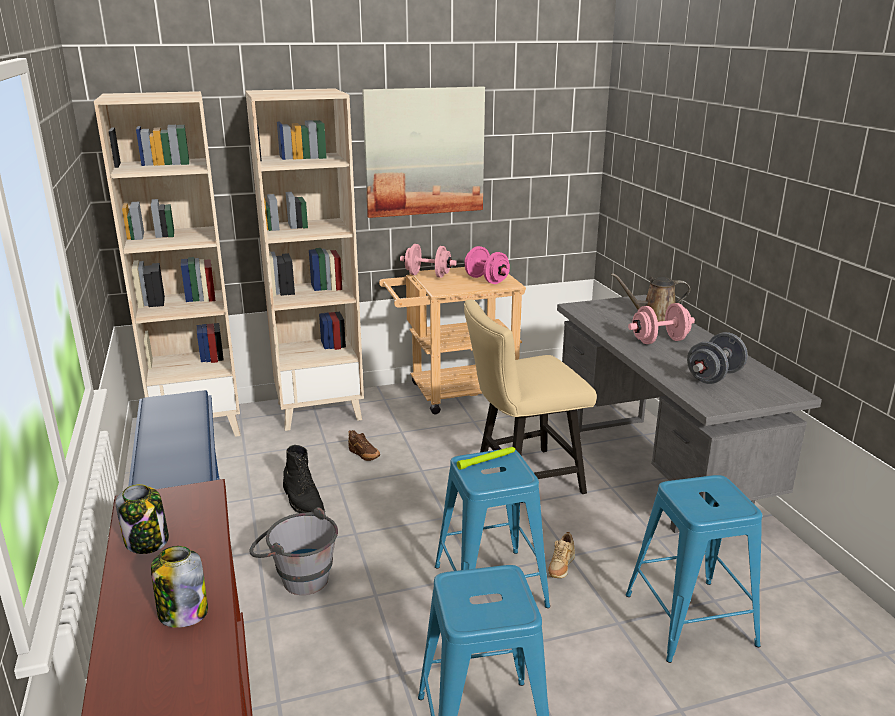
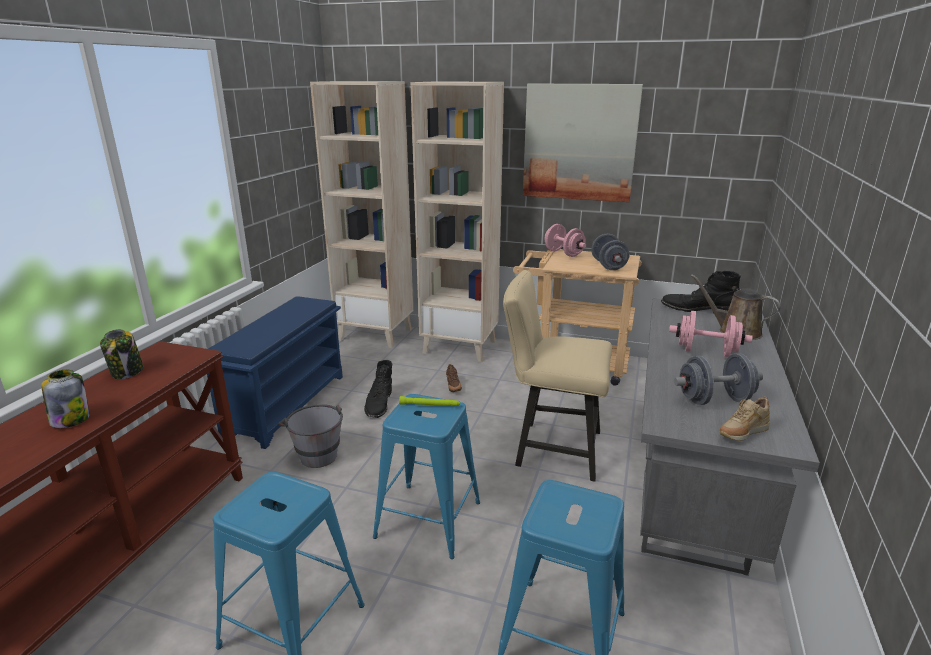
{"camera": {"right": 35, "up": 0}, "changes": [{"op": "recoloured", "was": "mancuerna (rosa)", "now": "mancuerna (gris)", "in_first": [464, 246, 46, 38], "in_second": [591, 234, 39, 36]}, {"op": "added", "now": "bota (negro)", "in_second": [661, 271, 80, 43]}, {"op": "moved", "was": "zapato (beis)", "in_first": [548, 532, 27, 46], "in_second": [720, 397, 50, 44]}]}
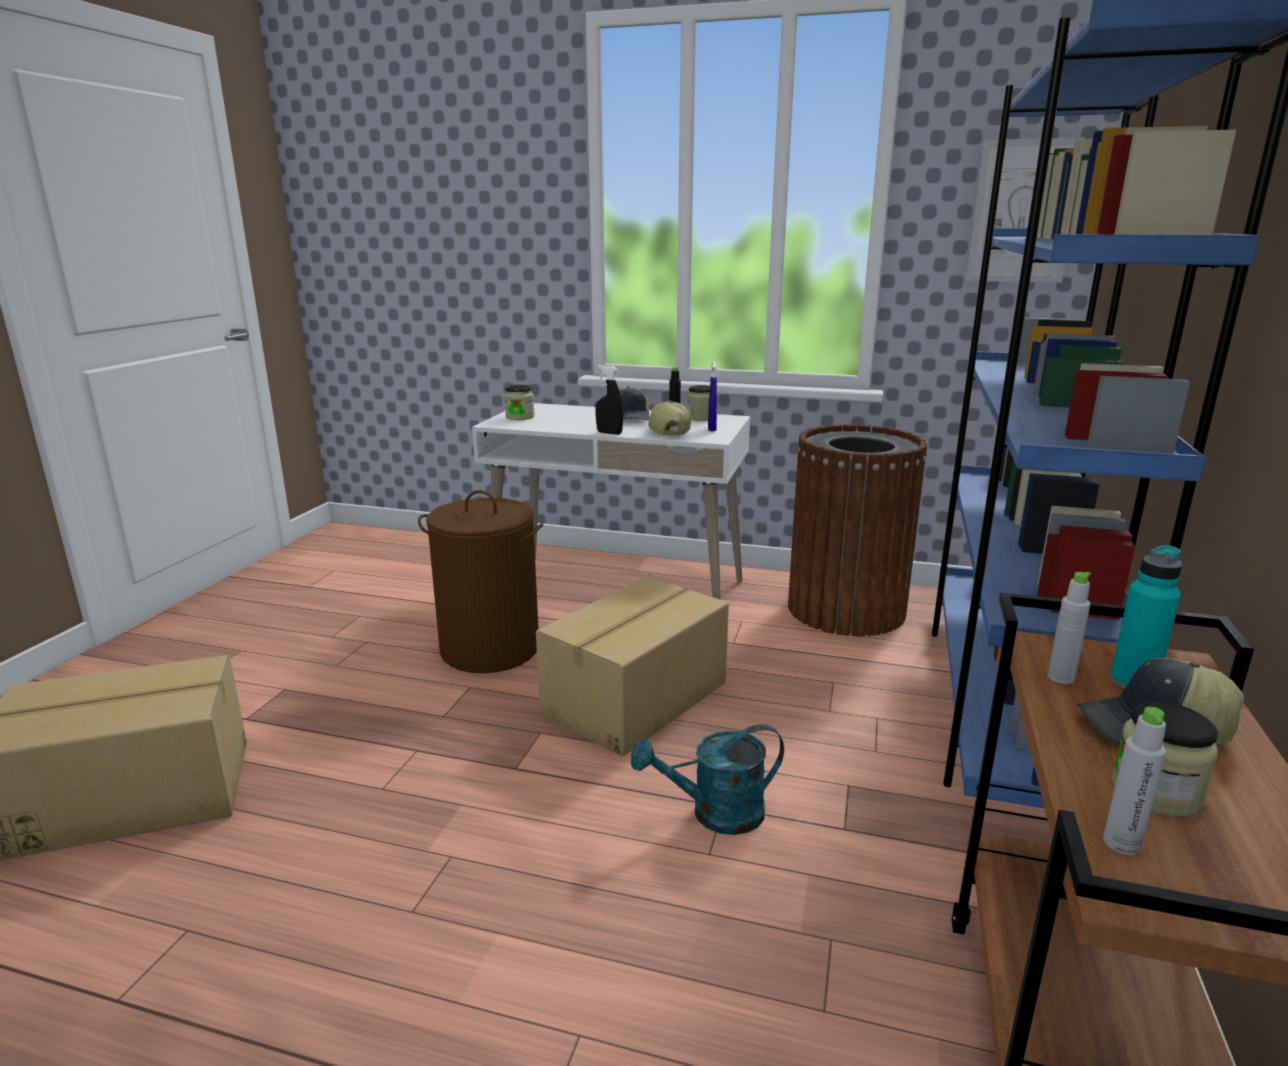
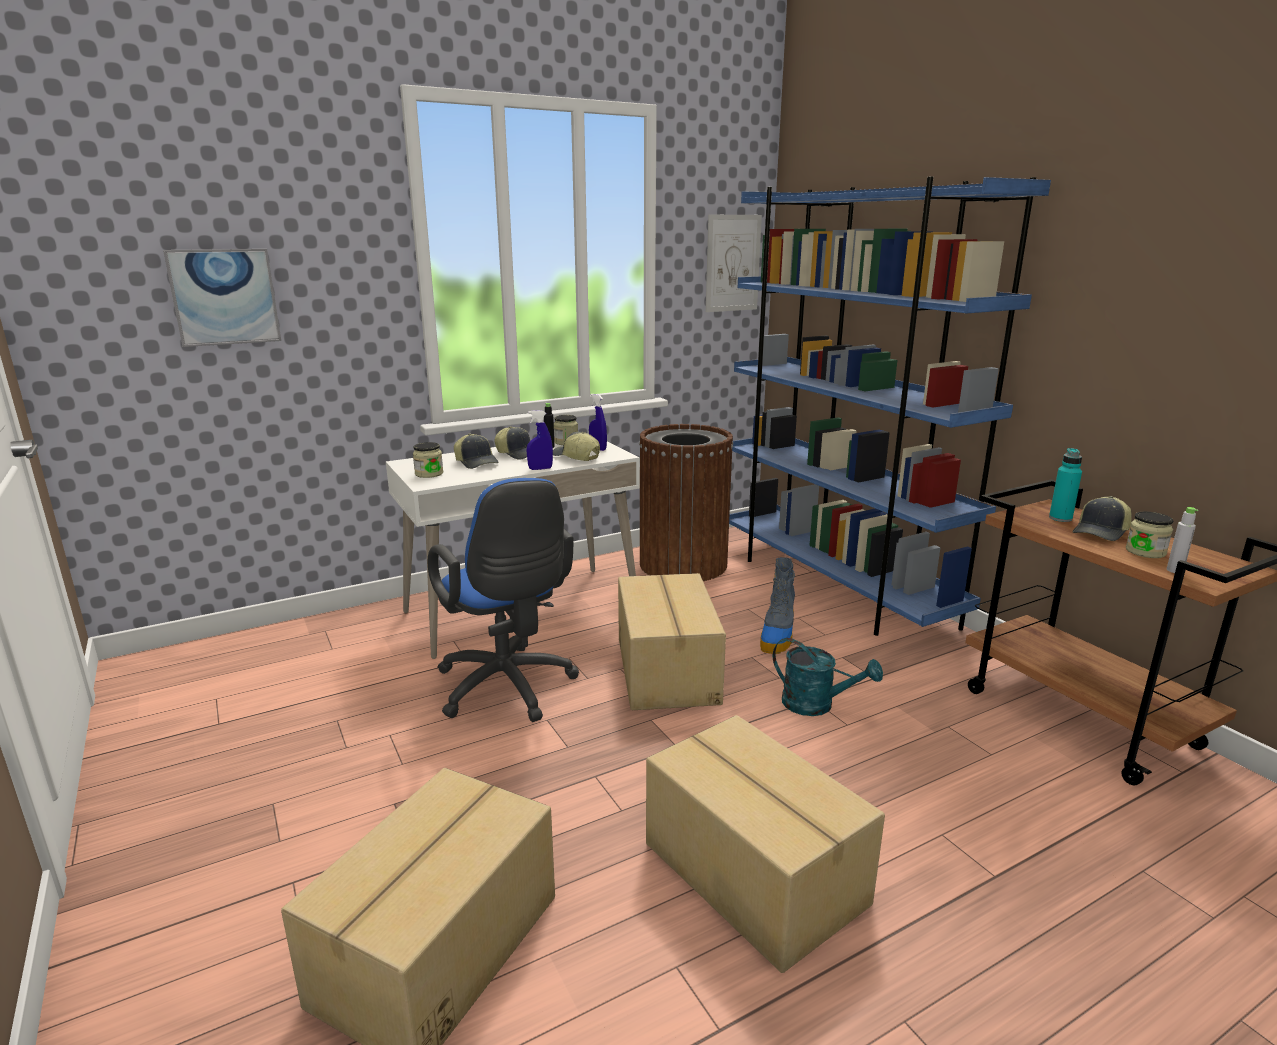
{"camera": {"right": -45, "up": 0}, "changes": [{"op": "added", "now": "cuadro", "in_second": [163, 249, 118, 98]}, {"op": "replaced", "was": "cesto de la ropa (marrón)", "now": "silla de oficina (azul)", "in_first": [418, 490, 125, 183], "in_second": [428, 478, 151, 244]}, {"op": "added", "now": "gorra", "in_second": [454, 433, 45, 36]}, {"op": "recoloured", "was": "pulverizador (negro)", "now": "pulverizador (azul)", "in_first": [595, 365, 28, 70], "in_second": [527, 410, 26, 60]}, {"op": "added", "now": "caja de cartón", "in_second": [646, 715, 239, 258]}, {"op": "added", "now": "bota", "in_second": [760, 557, 35, 97]}, {"op": "turned", "was": "regadera (turquesa)", "in_first": [631, 724, 153, 111], "in_second": [773, 638, 110, 78], "clockwise": -90}, {"op": "removed", "was": "botella (gris)", "in_first": [1048, 572, 43, 112]}]}
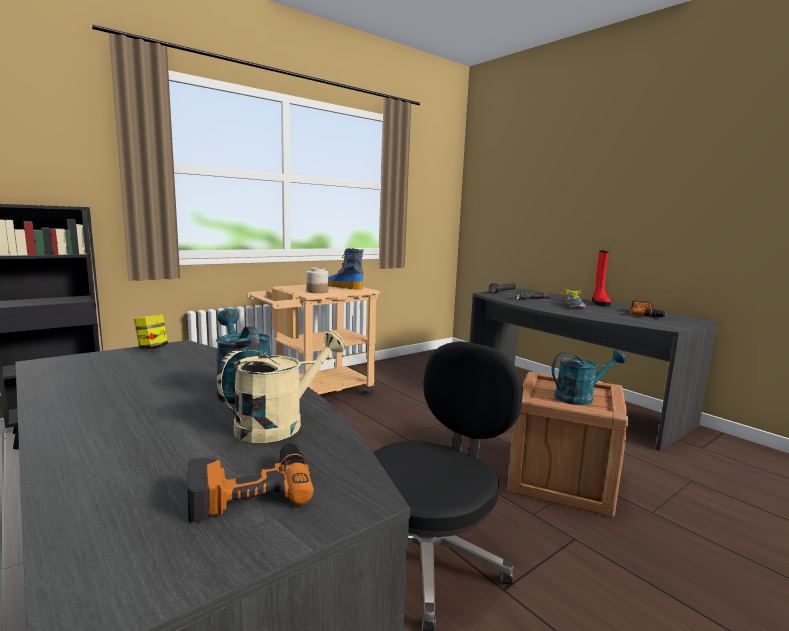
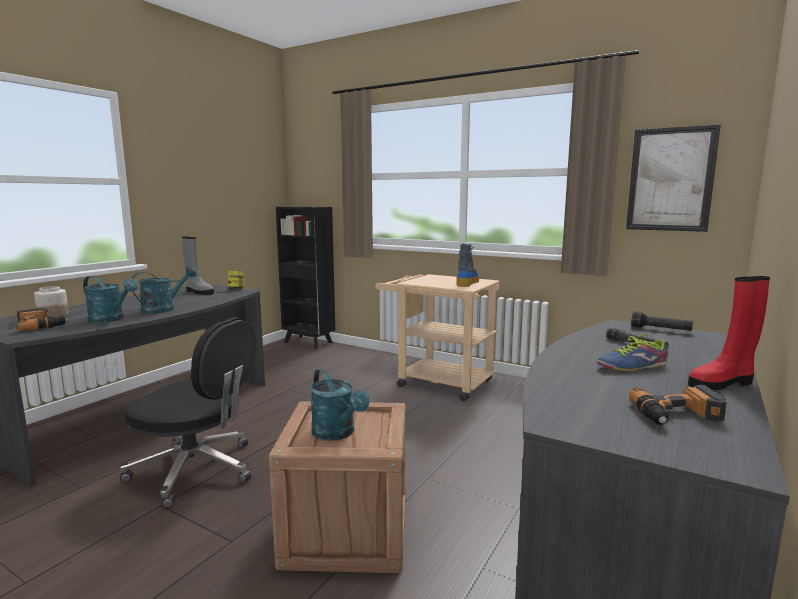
{"camera": {"right": 70, "up": 0}, "changes": [{"op": "moved", "was": "tarro", "in_first": [306, 267, 22, 26], "in_second": [34, 286, 35, 31]}, {"op": "recoloured", "was": "regadera (beis)", "now": "regadera (turquesa)", "in_first": [217, 331, 129, 112], "in_second": [83, 276, 55, 47]}, {"op": "added", "now": "bota (gris)", "in_second": [182, 236, 32, 59]}, {"op": "added", "now": "cuadro", "in_second": [626, 124, 95, 108]}]}
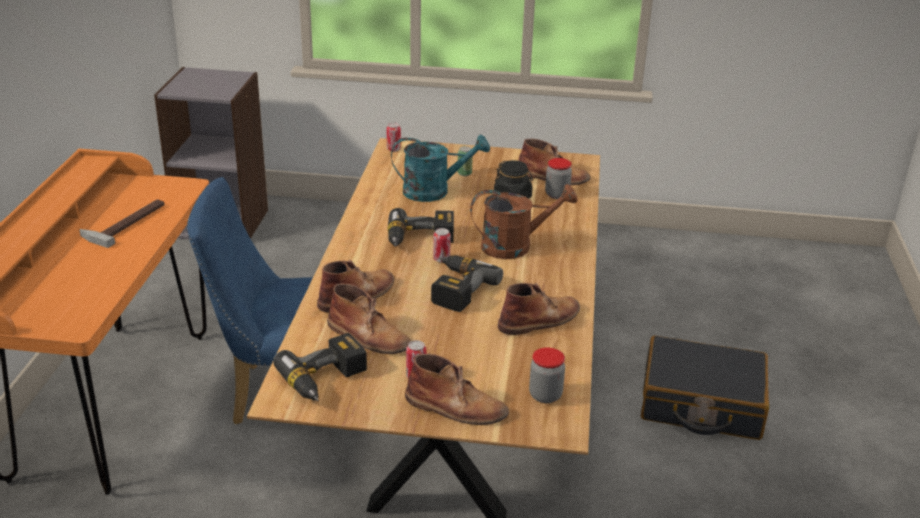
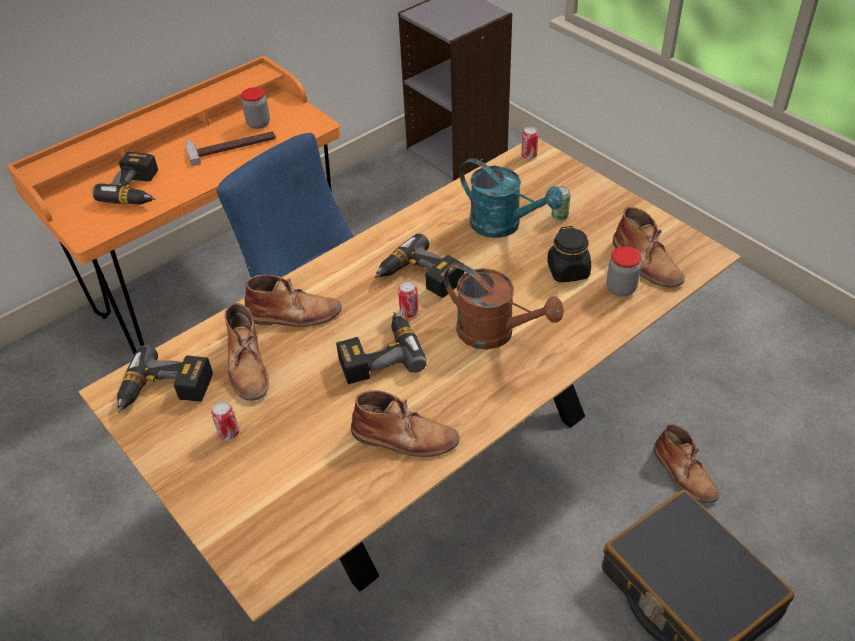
{"camera": {"right": 45, "up": 15}, "changes": [{"op": "added", "now": "taladro", "in_second": [92, 152, 66, 53]}, {"op": "moved", "was": "tarro", "in_first": [529, 347, 36, 56], "in_second": [241, 87, 29, 42]}, {"op": "moved", "was": "bota (marrón)", "in_first": [405, 353, 104, 72], "in_second": [654, 424, 65, 79]}]}
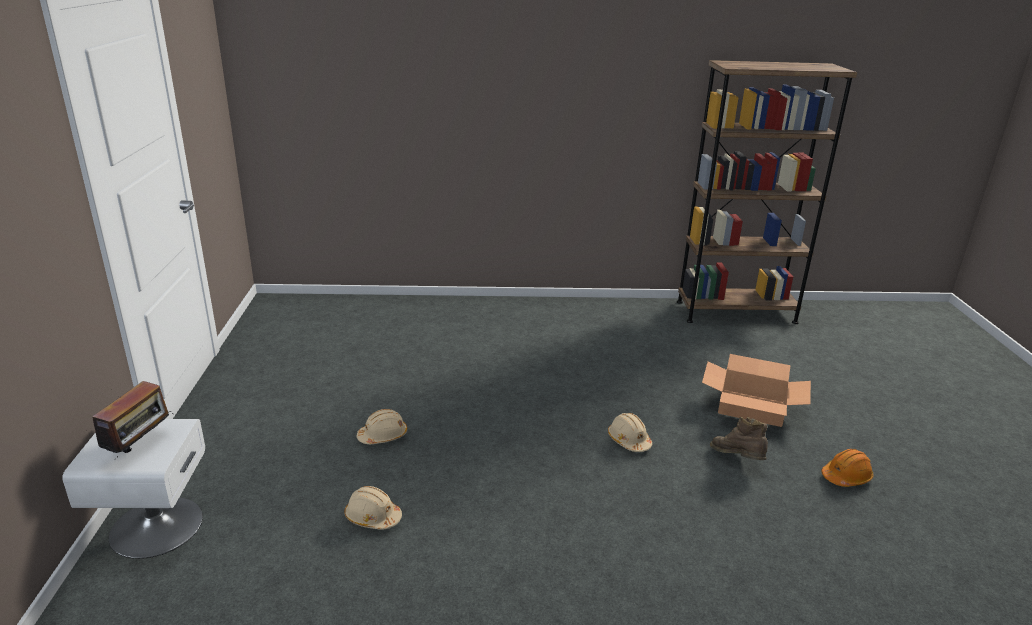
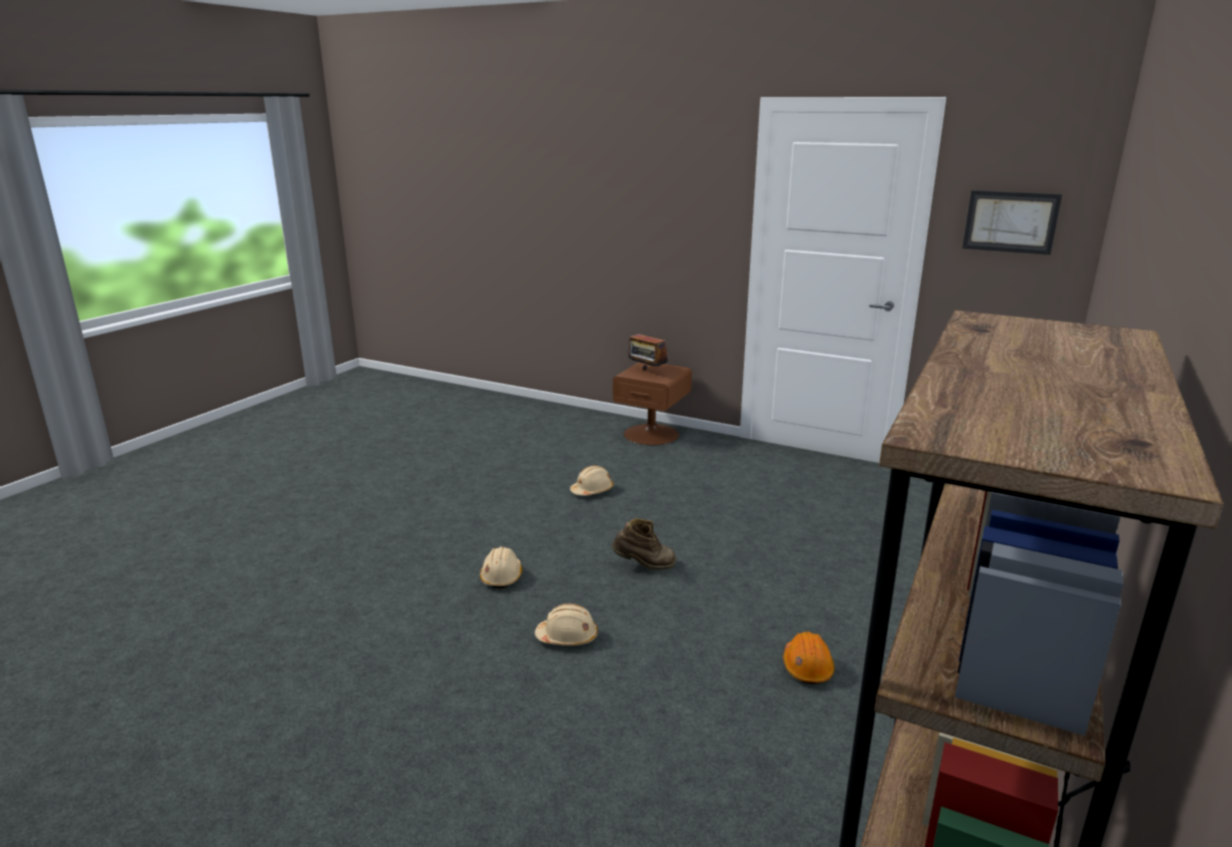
{"camera": {"right": 120, "up": -5}, "changes": [{"op": "moved", "was": "casco (beis)", "in_first": [357, 409, 50, 35], "in_second": [480, 547, 42, 41]}, {"op": "moved", "was": "bota (marrón)", "in_first": [710, 416, 58, 44], "in_second": [612, 518, 64, 52]}, {"op": "recoloured", "was": "mesita de noche (blanco)", "now": "mesita de noche (marrón)", "in_first": [62, 419, 143, 140], "in_second": [613, 362, 79, 83]}, {"op": "moved", "was": "casco (naranja)", "in_first": [822, 449, 52, 38], "in_second": [783, 632, 52, 52]}, {"op": "added", "now": "cuadro", "in_second": [962, 190, 100, 65]}, {"op": "removed", "was": "caja de cartón", "in_first": [702, 354, 109, 73]}]}
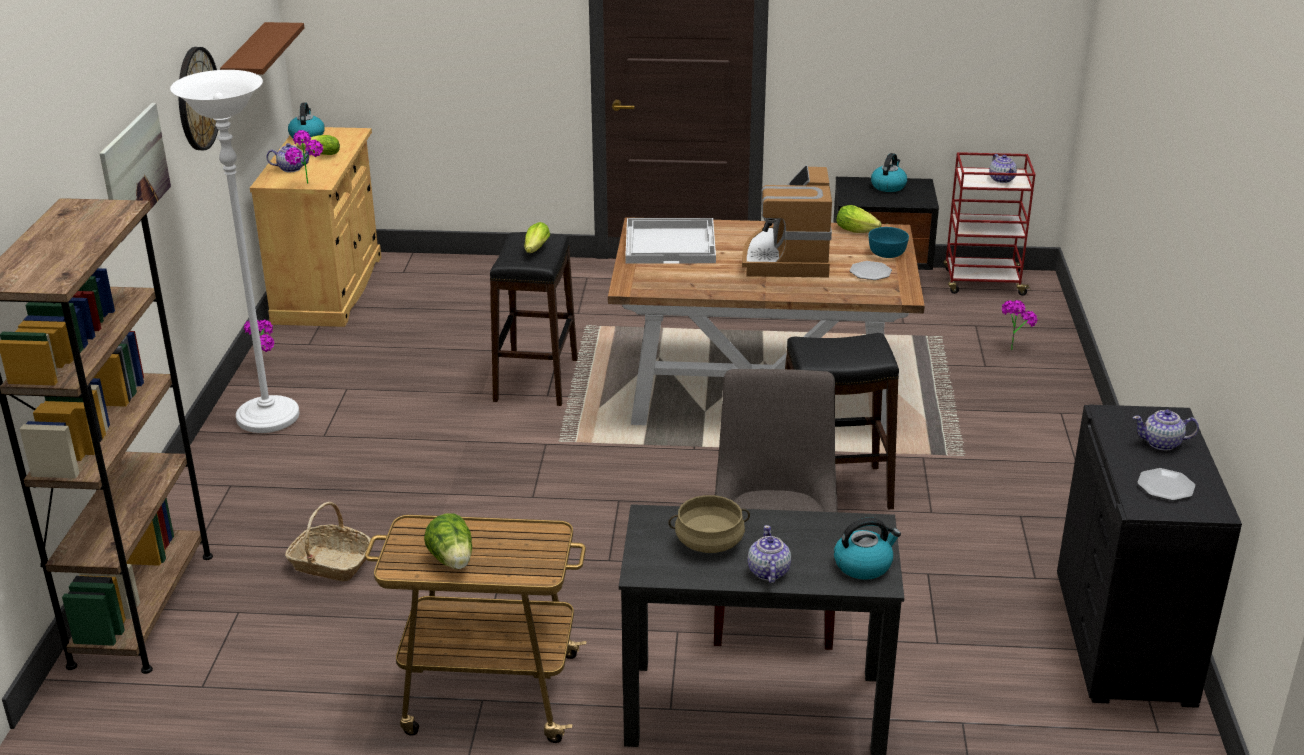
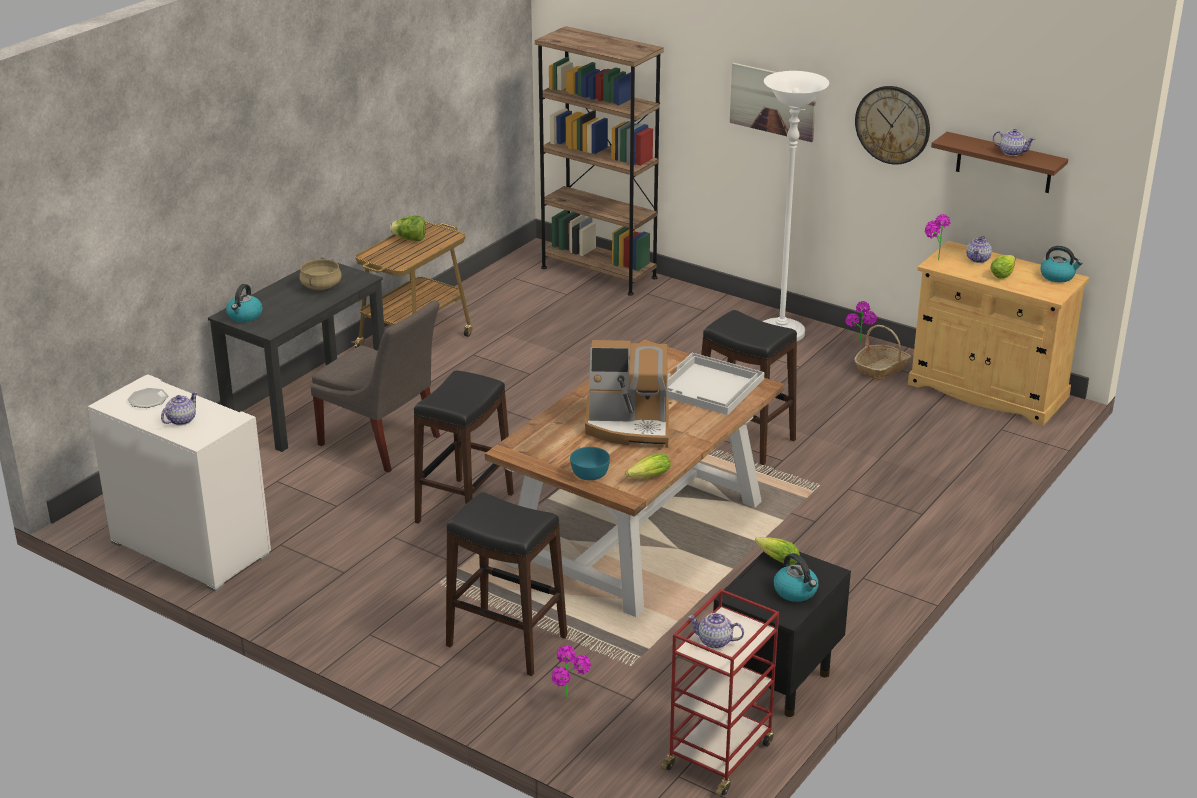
{"camera": {"right": 120, "up": 0}, "changes": [{"op": "recoloured", "was": "cómoda (negro)", "now": "cómoda (blanco)", "in_first": [1057, 404, 185, 304], "in_second": [88, 375, 183, 217]}, {"op": "added", "now": "taburete (negro)", "in_second": [446, 492, 121, 184]}, {"op": "turned", "was": "cafetera", "in_first": [742, 165, 90, 112], "in_second": [585, 340, 84, 108], "clockwise": 150}, {"op": "moved", "was": "lechuga", "in_first": [524, 222, 26, 31], "in_second": [755, 537, 45, 28]}, {"op": "moved", "was": "cesta", "in_first": [285, 502, 86, 79], "in_second": [854, 325, 57, 56]}, {"op": "moved", "was": "tetera", "in_first": [747, 525, 44, 58], "in_second": [993, 129, 42, 27]}, {"op": "removed", "was": "plato", "in_first": [850, 261, 42, 19]}]}
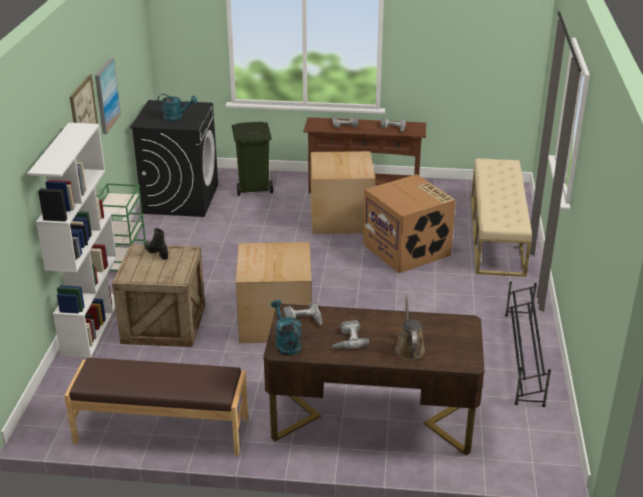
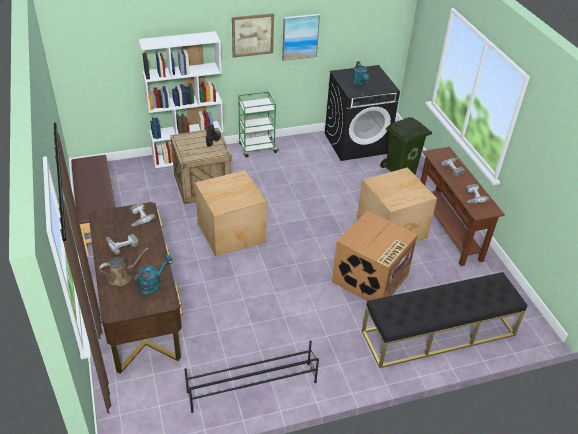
{"camera": {"right": 65, "up": 10}, "changes": [{"op": "moved", "was": "regadera (turquesa)", "in_first": [271, 300, 30, 55], "in_second": [134, 254, 38, 41]}, {"op": "recoloured", "was": "banco (beis)", "now": "banco (negro)", "in_first": [471, 158, 61, 119], "in_second": [362, 272, 165, 96]}]}
